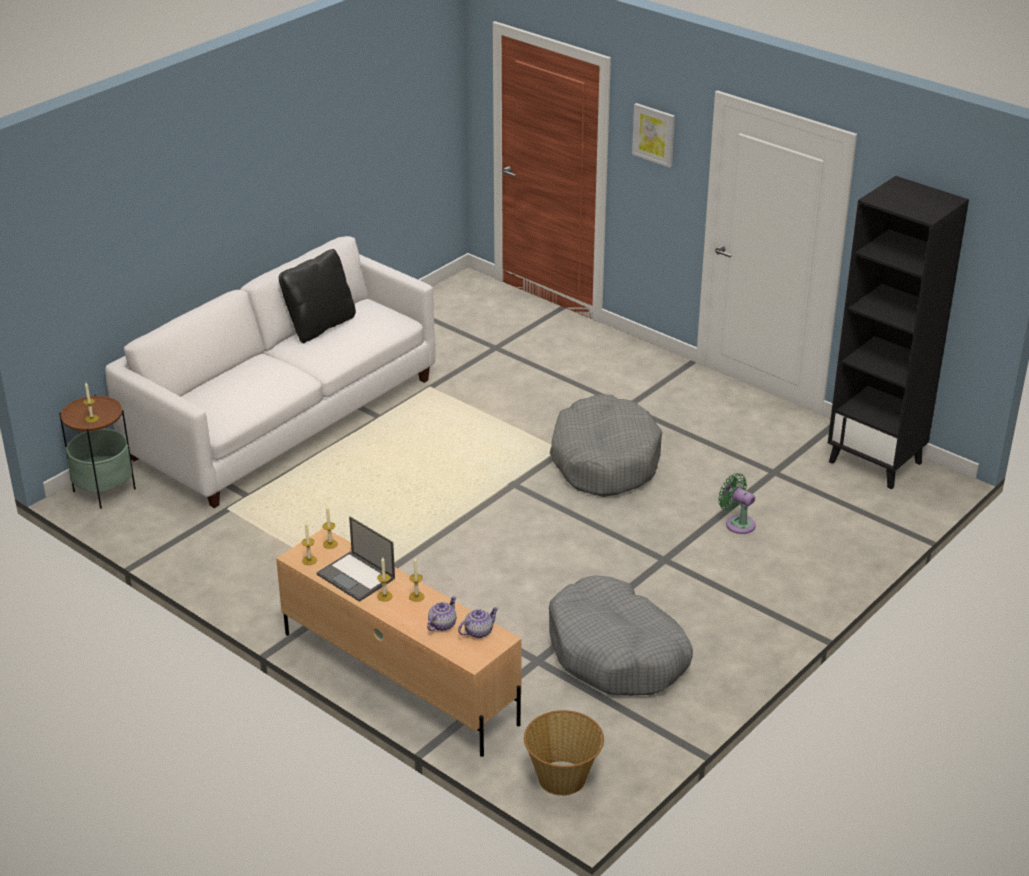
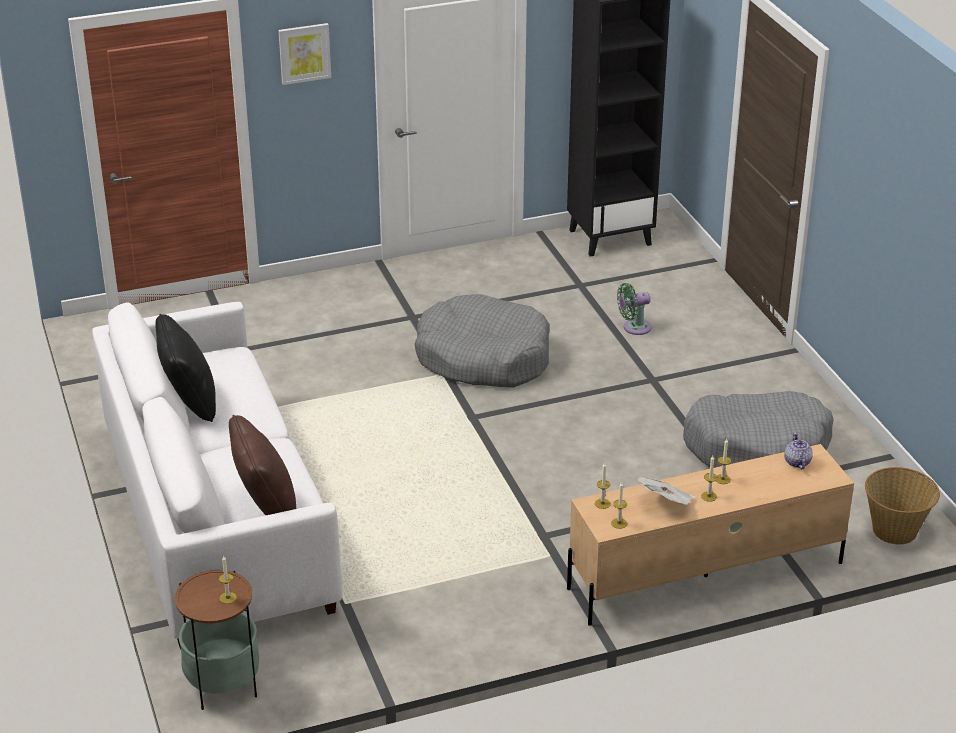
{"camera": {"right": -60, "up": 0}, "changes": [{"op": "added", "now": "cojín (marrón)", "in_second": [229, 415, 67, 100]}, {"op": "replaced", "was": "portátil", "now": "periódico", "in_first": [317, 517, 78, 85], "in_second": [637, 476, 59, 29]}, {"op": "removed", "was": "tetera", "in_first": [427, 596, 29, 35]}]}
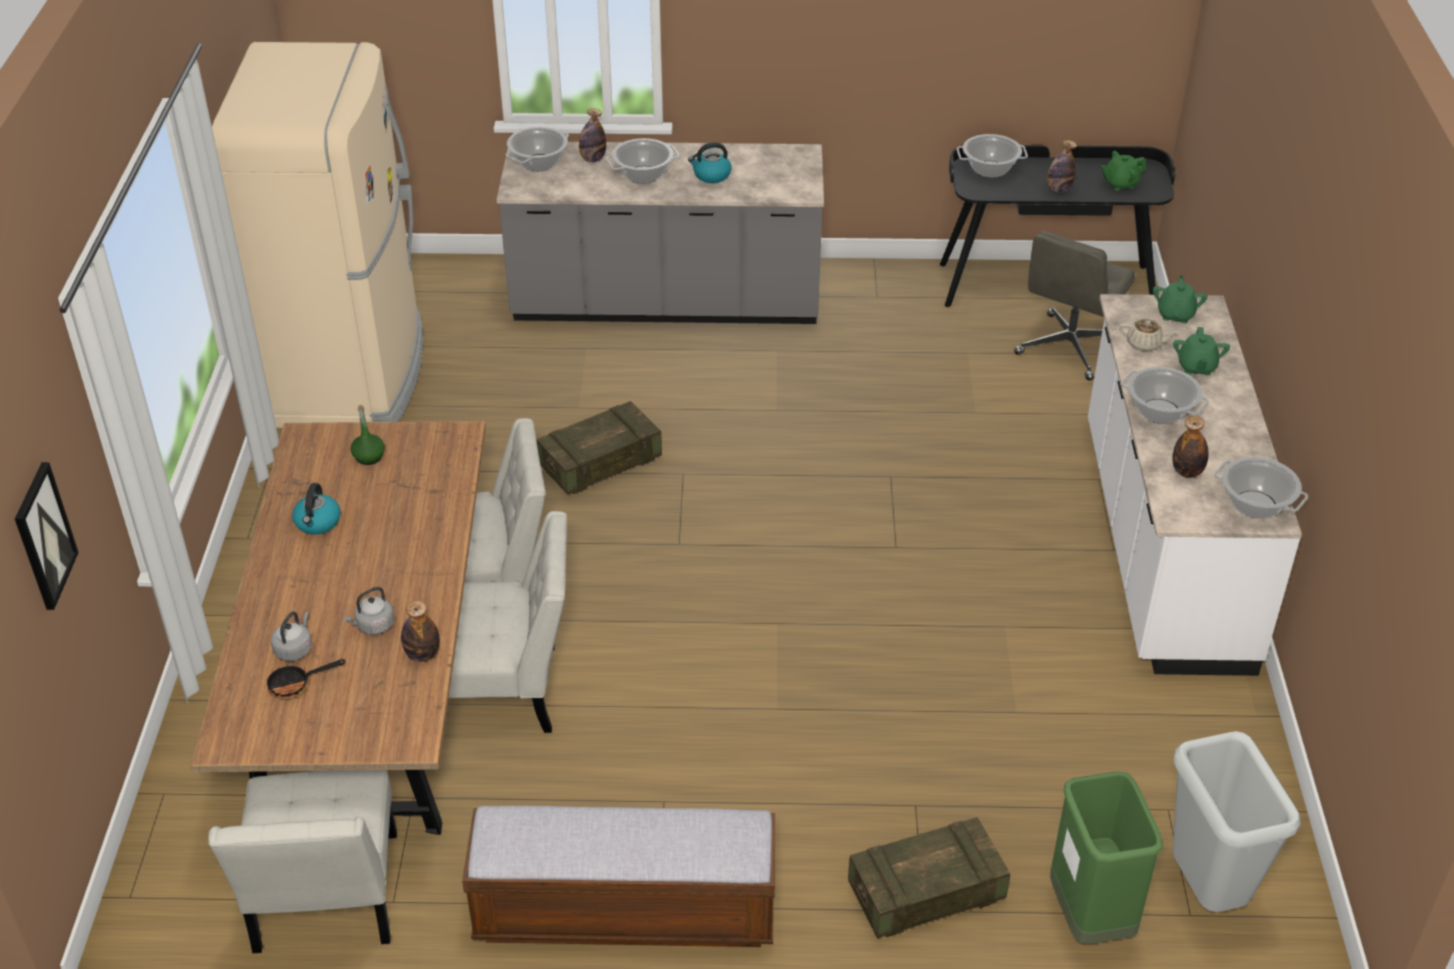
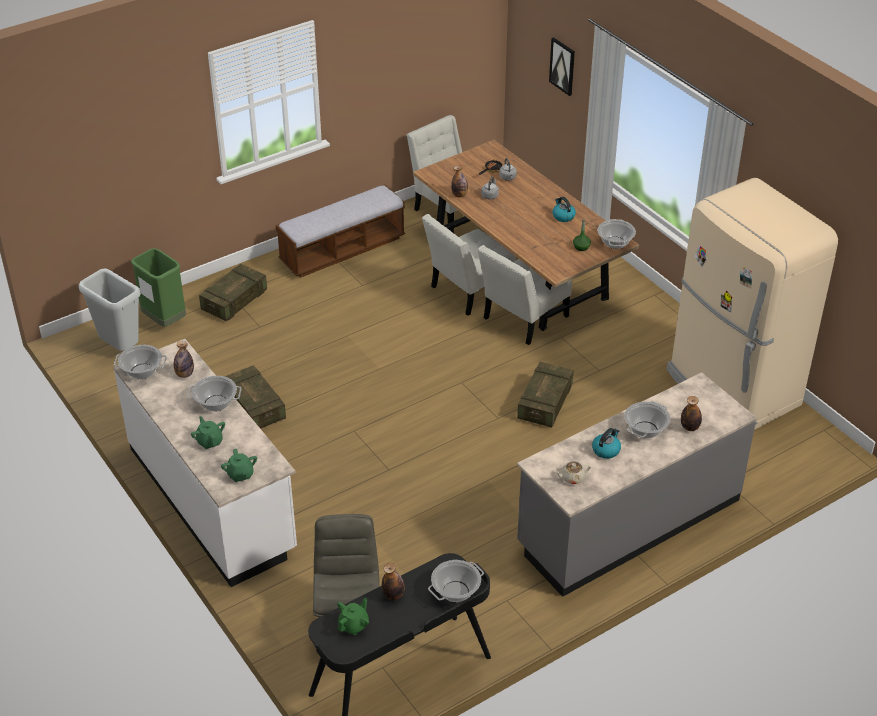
{"camera": {"right": 145, "up": 0}, "changes": [{"op": "added", "now": "caja de embalaje", "in_second": [224, 365, 62, 64]}, {"op": "moved", "was": "tetera (beis)", "in_first": [1119, 318, 59, 33], "in_second": [554, 461, 37, 23]}, {"op": "moved", "was": "olla", "in_first": [506, 127, 63, 44], "in_second": [597, 219, 39, 30]}]}
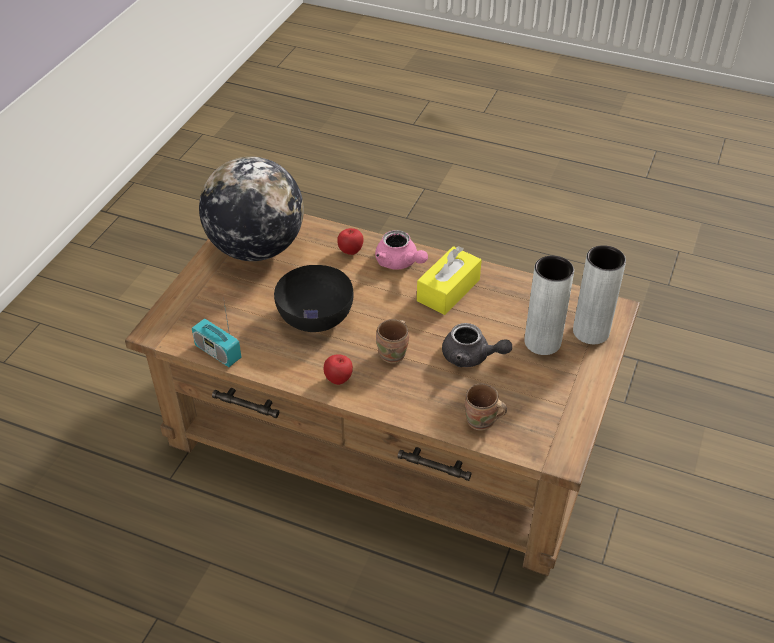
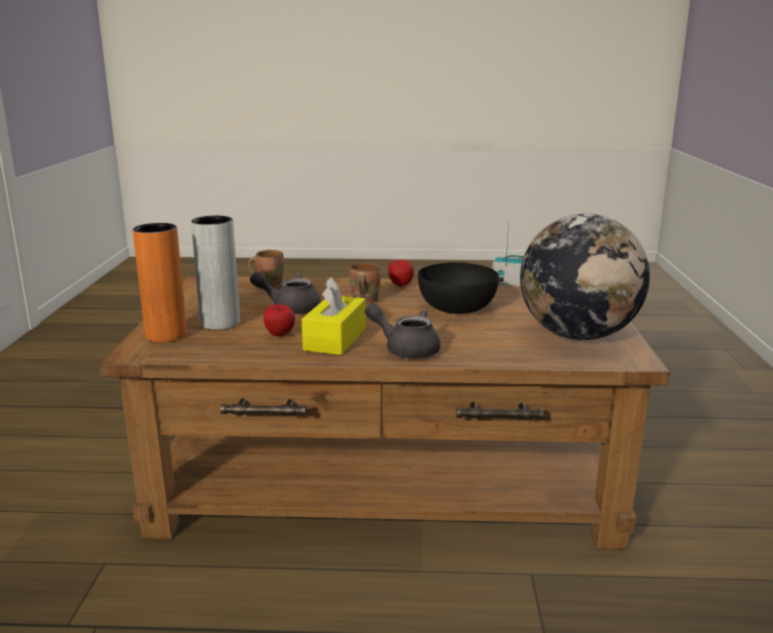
{"camera": {"right": 160, "up": -25}, "changes": [{"op": "recoloured", "was": "florero (gris)", "now": "florero (naranja)", "in_first": [573, 245, 53, 99], "in_second": [133, 223, 54, 119]}, {"op": "moved", "was": "manzana", "in_first": [337, 228, 26, 27], "in_second": [263, 304, 32, 32]}, {"op": "recoloured", "was": "tetera (rosa)", "now": "tetera (gris)", "in_first": [375, 230, 53, 40], "in_second": [365, 303, 75, 55]}]}
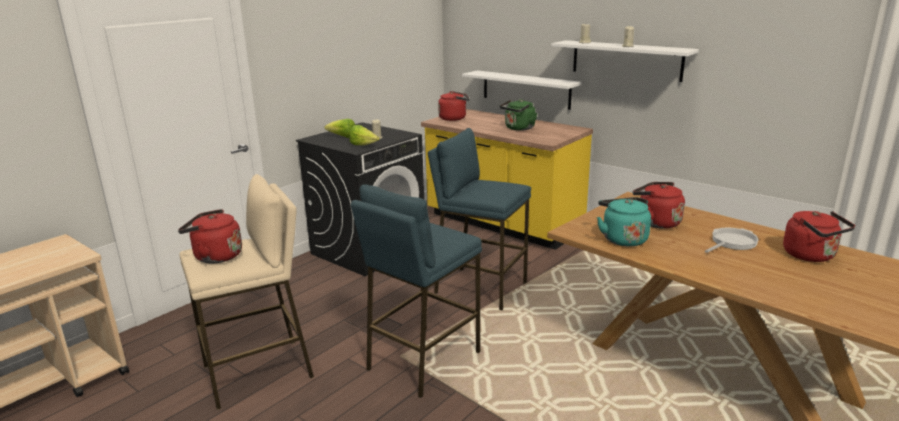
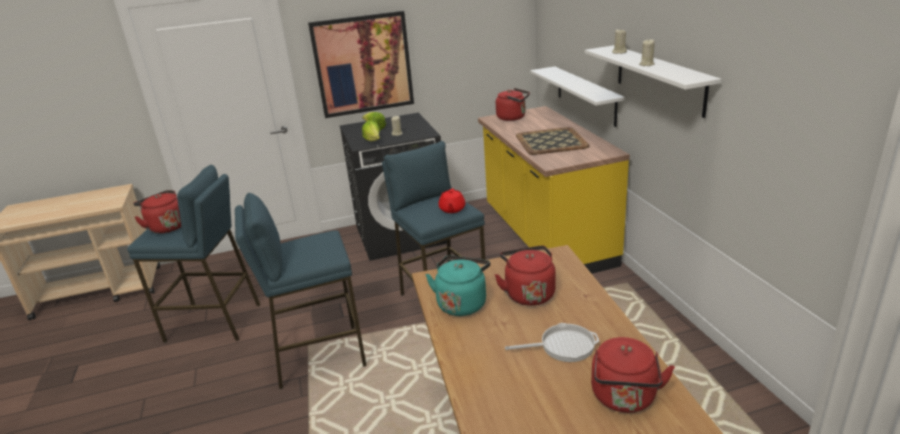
{"camera": {"right": 35, "up": 5}, "changes": [{"op": "recoloured", "was": "taburete (beis)", "now": "taburete (azul)", "in_first": [179, 174, 135, 236], "in_second": [127, 165, 133, 178]}, {"op": "added", "now": "cuadro", "in_second": [308, 11, 106, 107]}, {"op": "added", "now": "tetera (rojo)", "in_second": [439, 188, 27, 25]}, {"op": "replaced", "was": "hervidor (verde)", "now": "bandeja", "in_first": [500, 99, 37, 32], "in_second": [516, 127, 73, 28]}]}
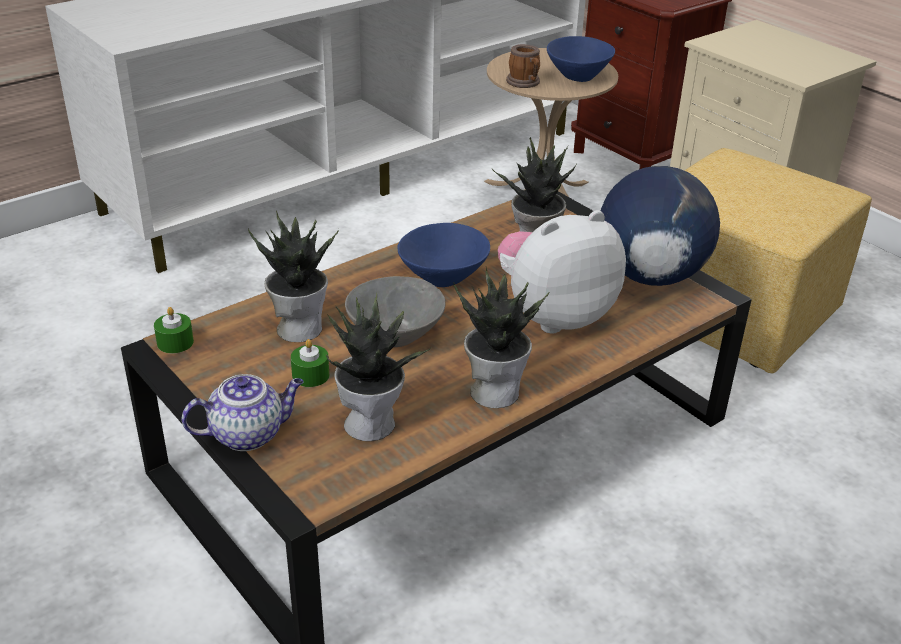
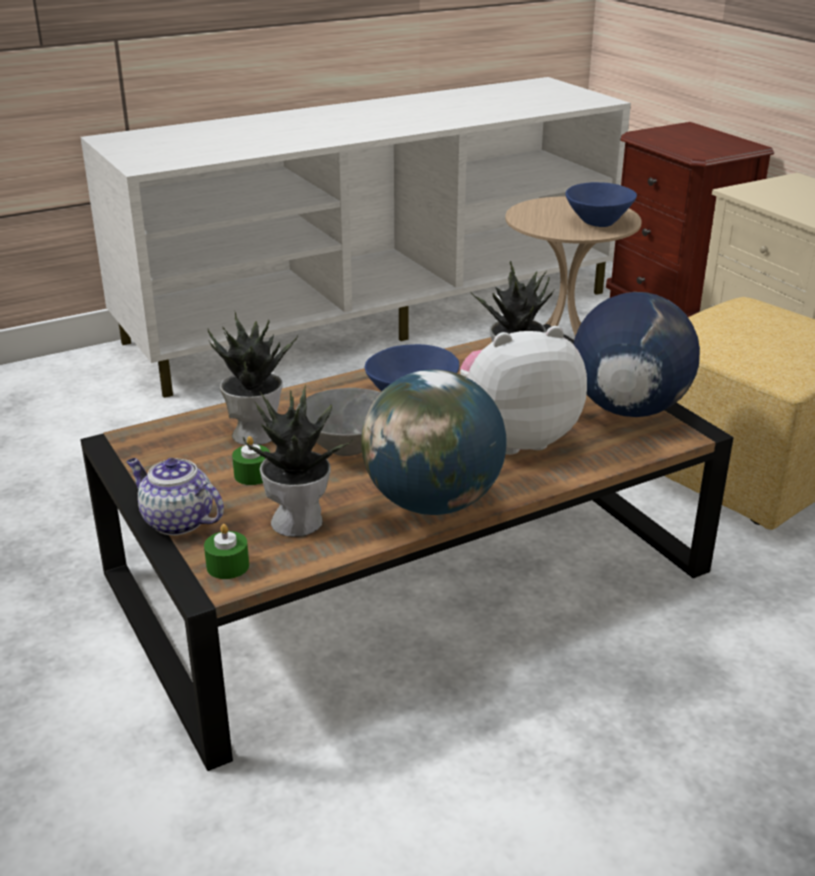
{"camera": {"right": 10, "up": -5}, "changes": [{"op": "turned", "was": "tetera", "in_first": [182, 374, 122, 77], "in_second": [126, 458, 98, 78], "clockwise": -135}, {"op": "moved", "was": "vela (verde)", "in_first": [154, 307, 40, 46], "in_second": [204, 524, 45, 55]}, {"op": "replaced", "was": "planta en maceta", "now": "globo terráqueo", "in_first": [454, 267, 96, 141], "in_second": [361, 369, 146, 146]}, {"op": "removed", "was": "taza grande", "in_first": [506, 44, 34, 44]}]}
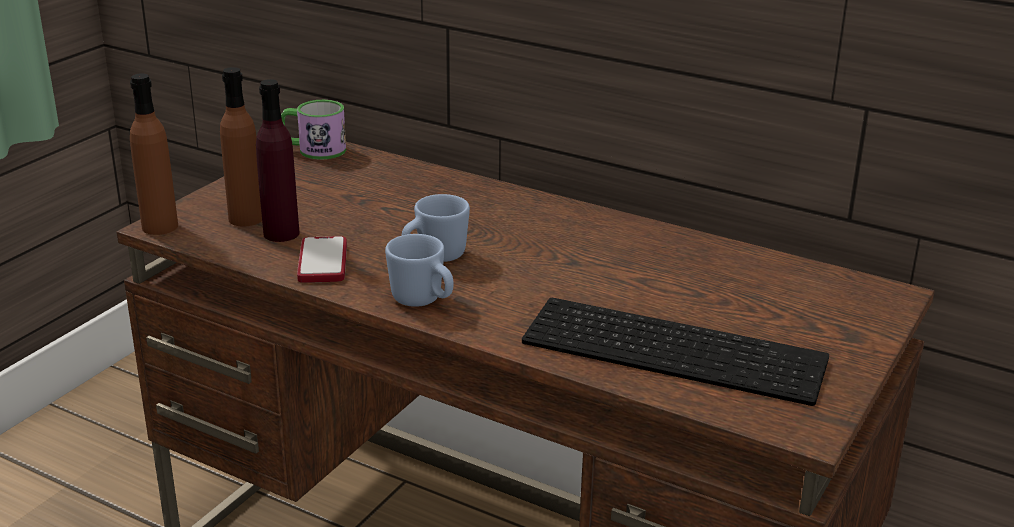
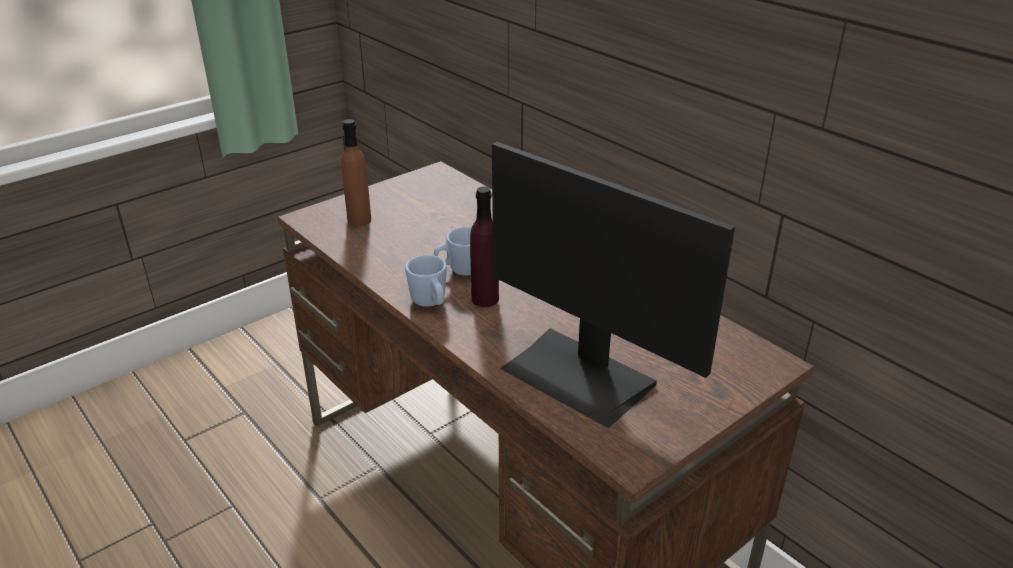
{"camera": {"right": 20, "up": 5}, "changes": [{"op": "moved", "was": "botella (morado)", "in_first": [256, 79, 44, 163], "in_second": [470, 187, 29, 120]}, {"op": "replaced", "was": "teclado", "now": "monitor", "in_first": [522, 298, 307, 108], "in_second": [492, 142, 243, 286]}, {"op": "removed", "was": "botella (marrón)", "in_first": [130, 73, 48, 162]}, {"op": "removed", "was": "taza grande", "in_first": [281, 100, 65, 60]}, {"op": "removed", "was": "móvil", "in_first": [297, 236, 50, 47]}]}
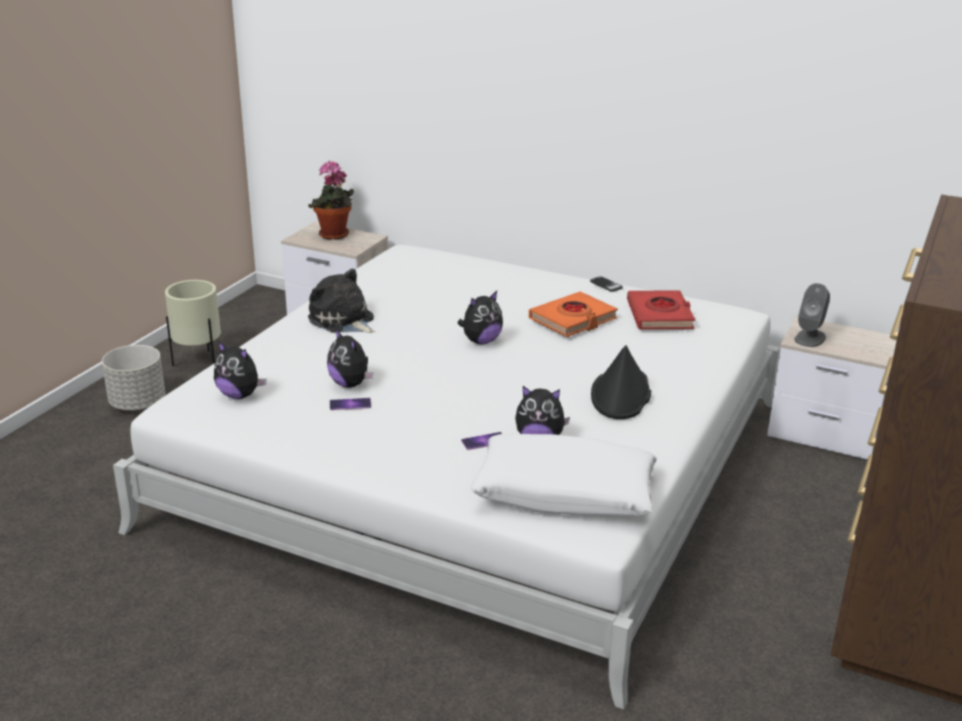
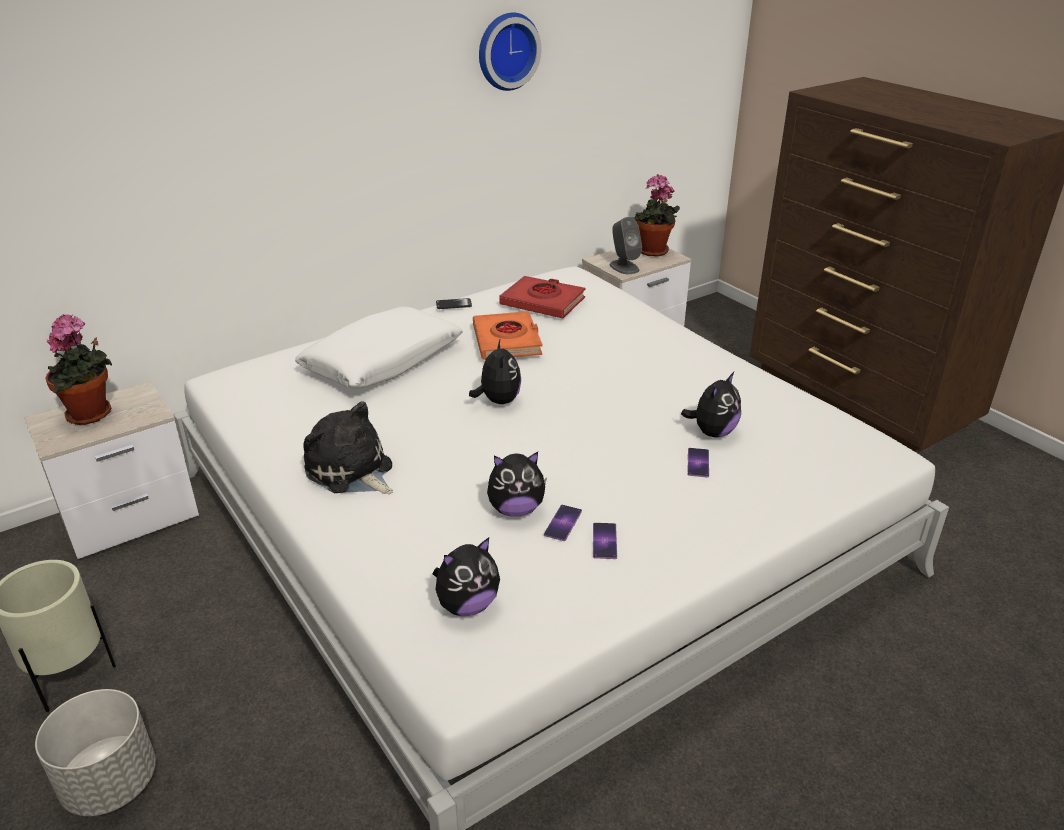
{"camera": {"right": -60, "up": 5}, "changes": [{"op": "moved", "was": "cojín (blanco)", "in_first": [471, 434, 186, 82], "in_second": [295, 307, 168, 82]}, {"op": "turned", "was": "peluche", "in_first": [308, 269, 67, 64], "in_second": [303, 401, 90, 93], "clockwise": 60}, {"op": "added", "now": "reloj de pared", "in_second": [479, 12, 63, 79]}, {"op": "added", "now": "móvil", "in_second": [593, 523, 24, 36]}, {"op": "added", "now": "planta en maceta", "in_second": [631, 174, 49, 82]}, {"op": "removed", "was": "sombrero (negro)", "in_first": [591, 345, 60, 74]}]}
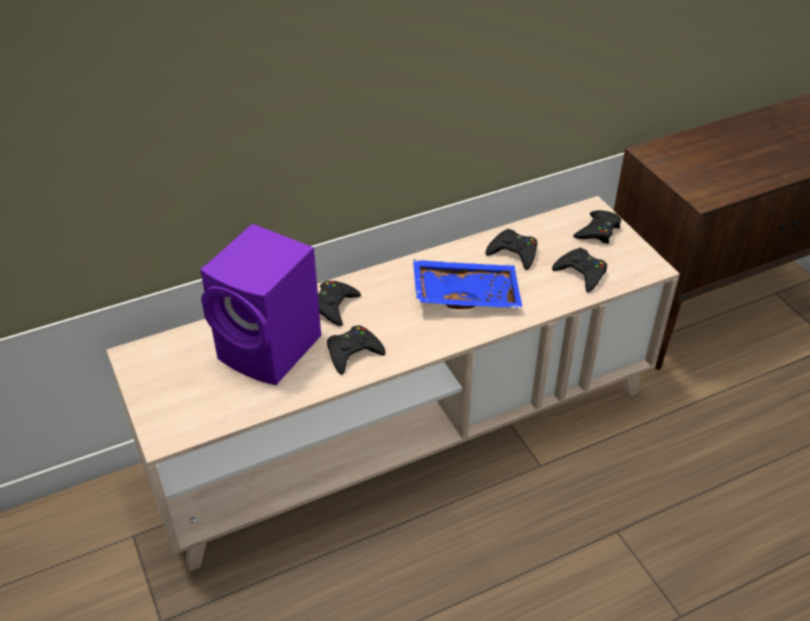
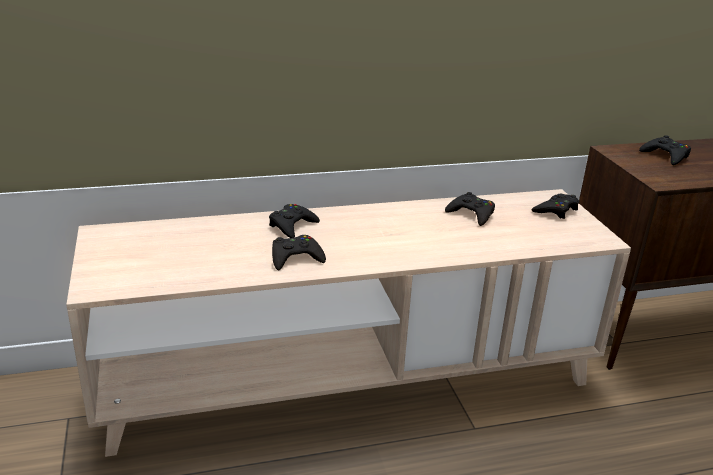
{"camera": {"right": 10, "up": -15}, "changes": [{"op": "moved", "was": "mando de consola (negro)", "in_first": [552, 248, 55, 45], "in_second": [639, 135, 52, 30]}, {"op": "removed", "was": "altavoz (morado)", "in_first": [200, 224, 121, 161]}, {"op": "removed", "was": "bandeja (azul)", "in_first": [413, 260, 110, 49]}]}
